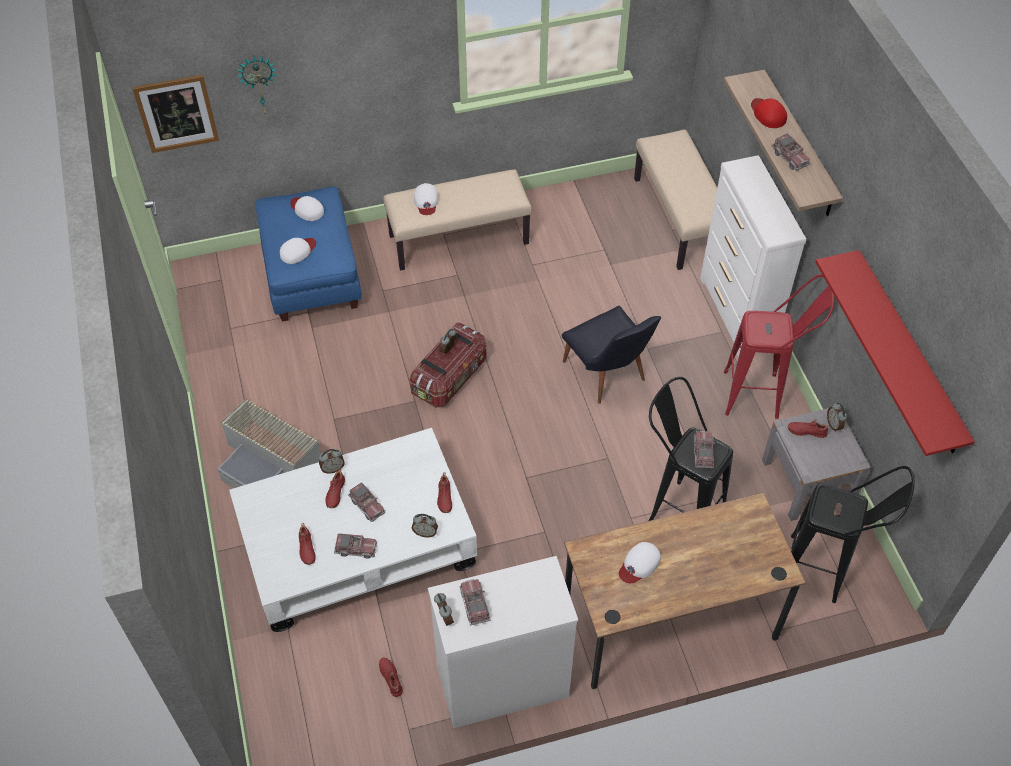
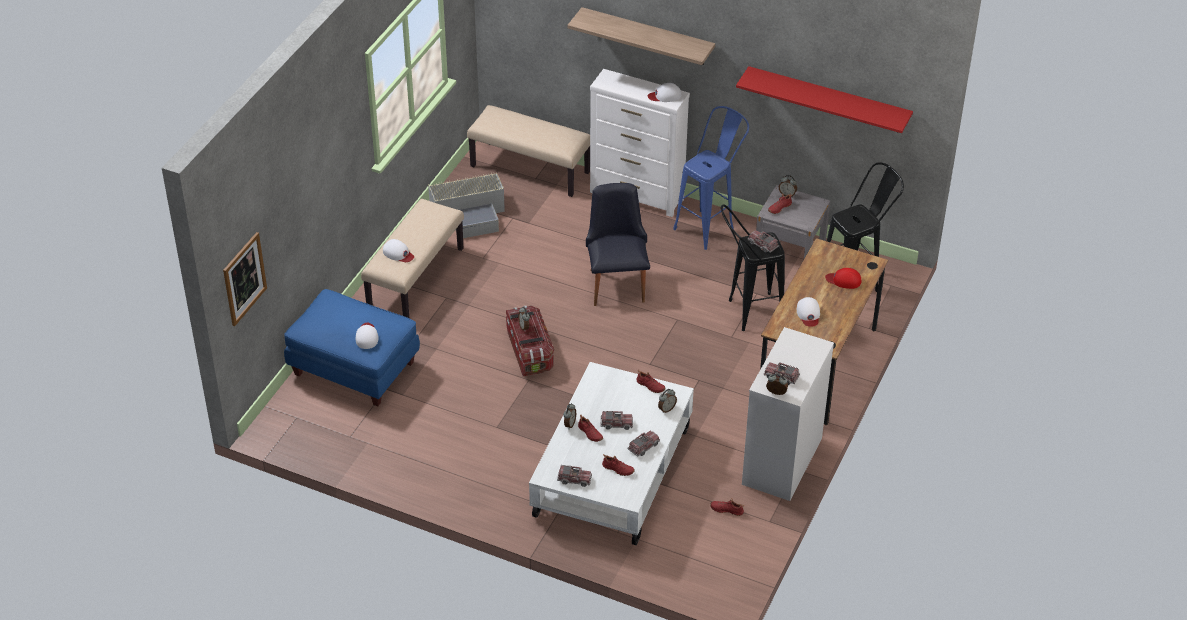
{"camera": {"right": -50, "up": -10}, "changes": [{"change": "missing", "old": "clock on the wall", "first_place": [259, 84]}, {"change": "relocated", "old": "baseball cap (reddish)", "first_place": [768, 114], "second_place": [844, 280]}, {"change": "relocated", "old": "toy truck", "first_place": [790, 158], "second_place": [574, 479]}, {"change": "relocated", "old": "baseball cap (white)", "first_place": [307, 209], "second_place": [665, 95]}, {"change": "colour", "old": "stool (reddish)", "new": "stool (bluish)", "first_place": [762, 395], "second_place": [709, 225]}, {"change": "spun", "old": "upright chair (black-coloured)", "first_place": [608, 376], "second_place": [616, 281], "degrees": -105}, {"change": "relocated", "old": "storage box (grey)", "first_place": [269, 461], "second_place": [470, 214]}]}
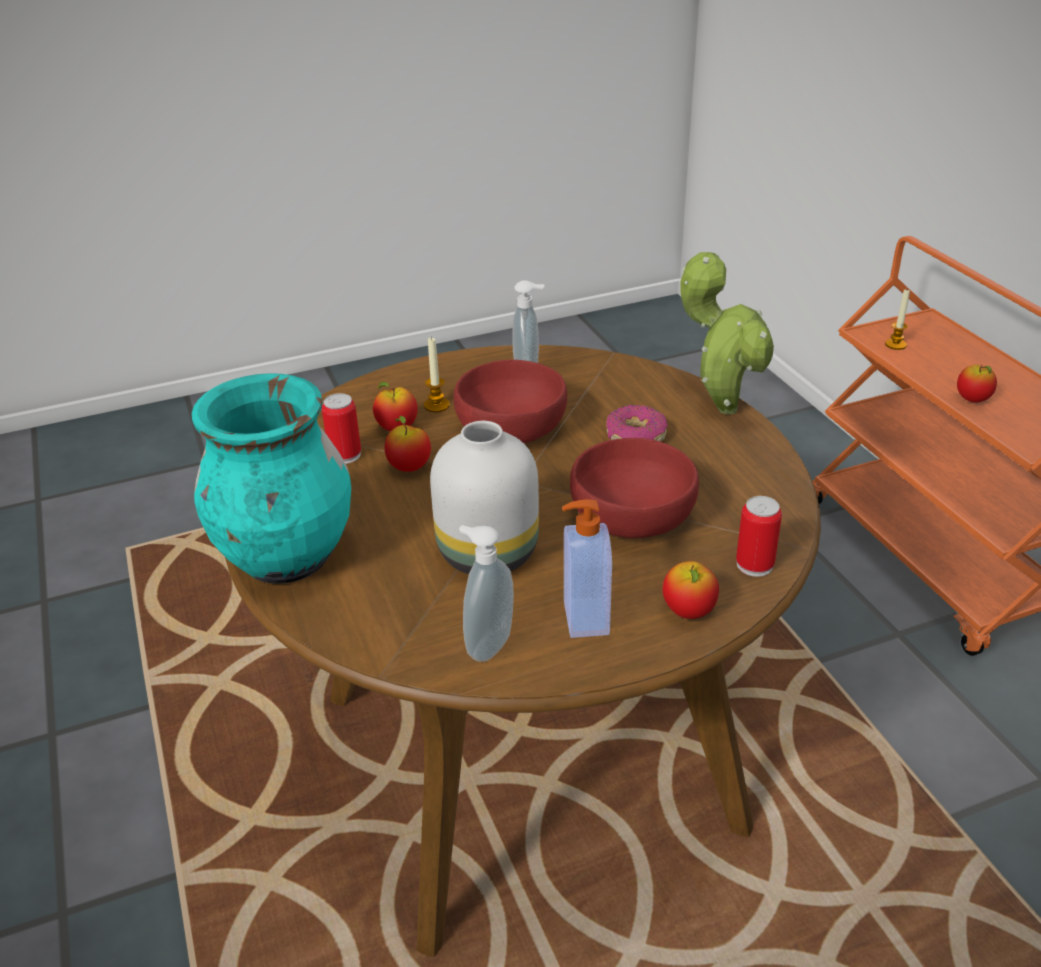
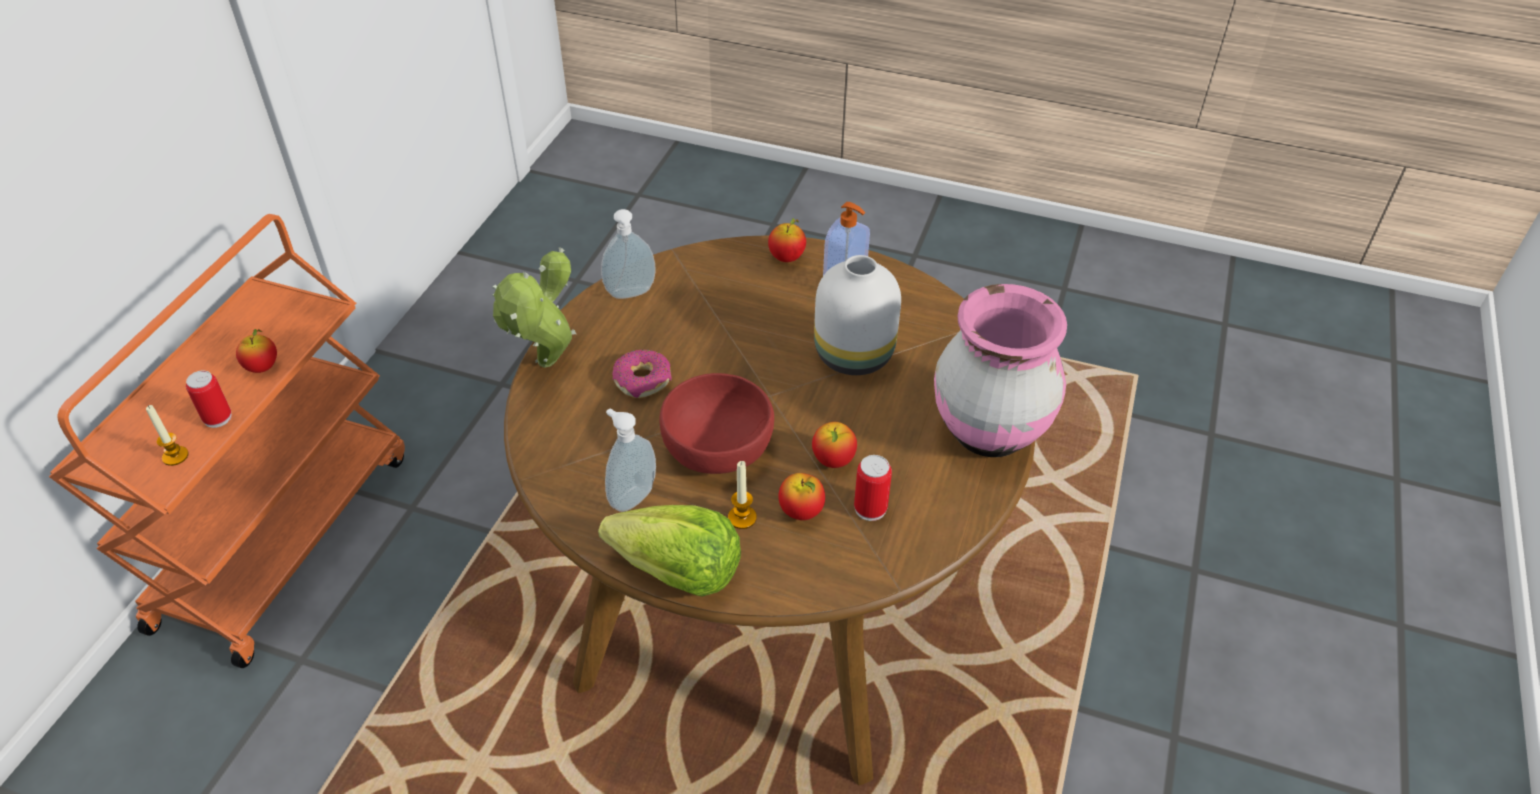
{"camera": {"right": -140, "up": 10}, "changes": [{"change": "colour", "old": "flower vase (turquoise)", "new": "flower vase (pink)", "first_place": [287, 558], "second_place": [988, 432]}, {"change": "missing", "old": "deep dish (reddish)", "first_place": [634, 518]}, {"change": "relocated", "old": "metal can", "first_place": [754, 565], "second_place": [217, 418]}, {"change": "relocated", "old": "liquid soap bottle", "first_place": [487, 644], "second_place": [631, 294]}, {"change": "appeared", "new": "head of lettuce", "second_place": [677, 573]}]}
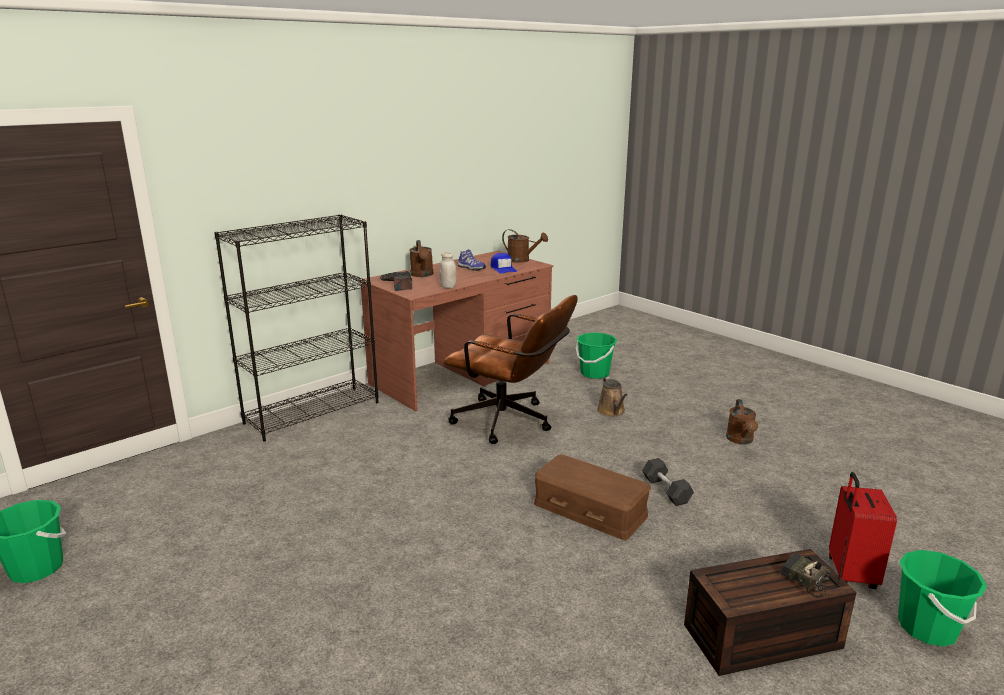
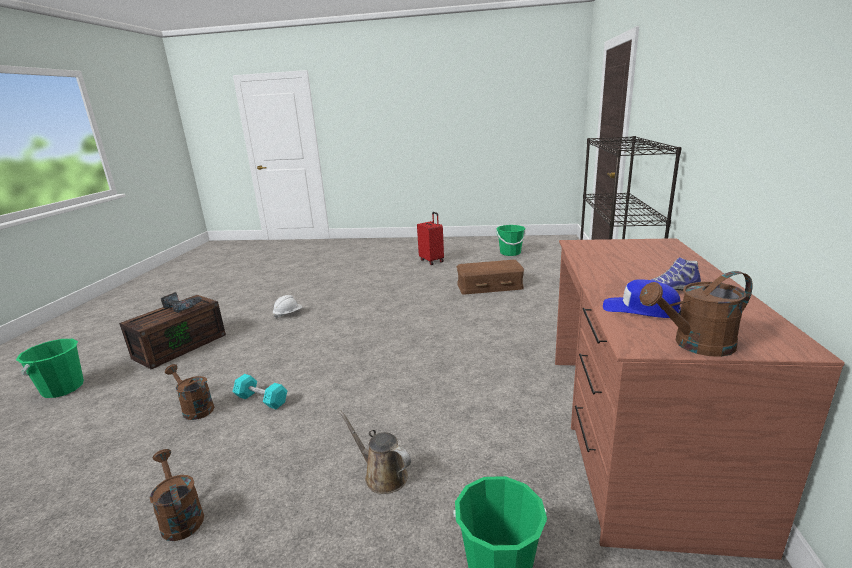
{"camera": {"right": 140, "up": 0}, "changes": [{"change": "relocated", "old": "watering can (brownish)", "first_place": [422, 275], "second_place": [195, 408]}, {"change": "missing", "old": "jar (white)", "first_place": [448, 287]}, {"change": "relocated", "old": "electric drill", "first_place": [398, 285], "second_place": [182, 306]}, {"change": "missing", "old": "desk chair (brownish)", "first_place": [510, 423]}, {"change": "relocated", "old": "storage box (brownish)", "first_place": [590, 509], "second_place": [489, 286]}, {"change": "colour", "old": "hand weight (grey)", "new": "hand weight (turquoise)", "first_place": [666, 490], "second_place": [261, 400]}, {"change": "relocated", "old": "piece of luggage (reddish)", "first_place": [850, 574], "second_place": [432, 261]}, {"change": "missing", "old": "radio set", "first_place": [804, 580]}, {"change": "appeared", "new": "safety helmet (white)", "second_place": [288, 314]}]}
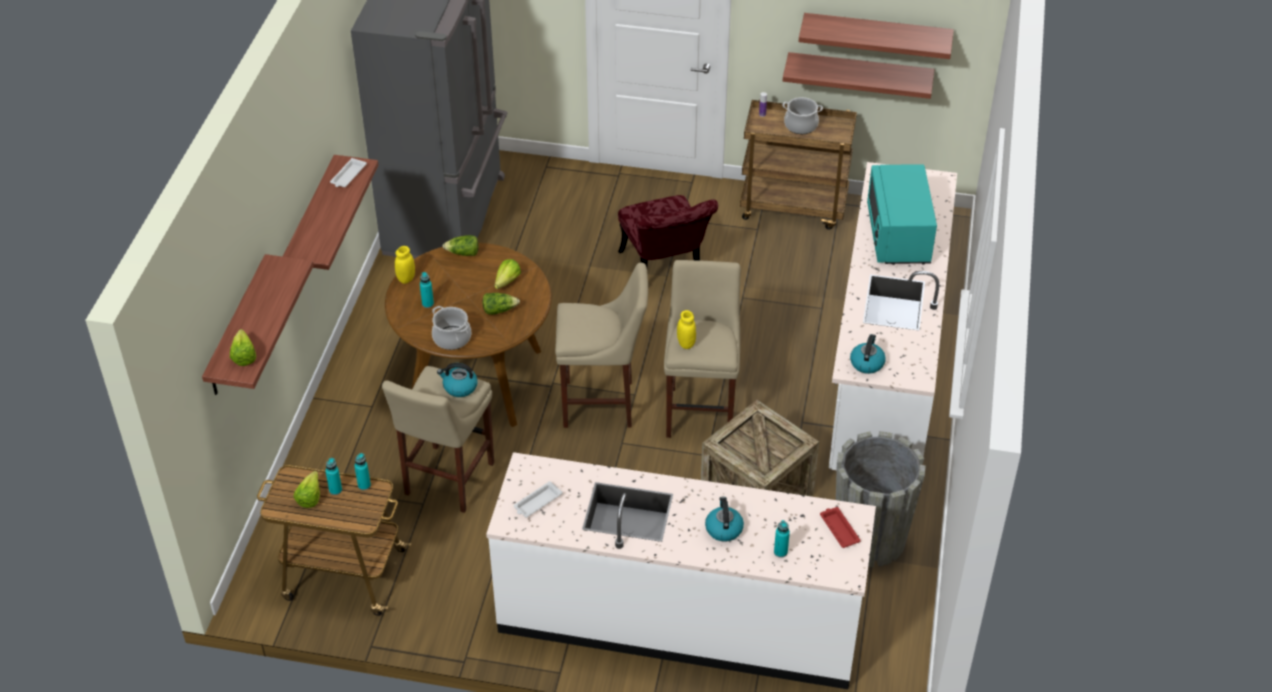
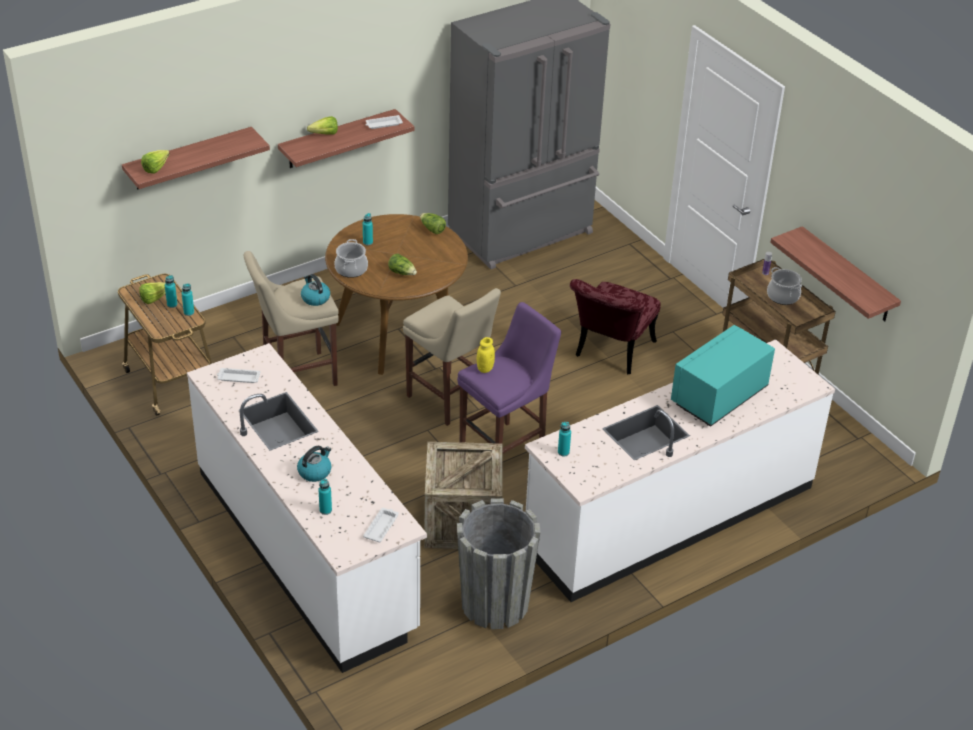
{"camera": {"right": 45, "up": -5}, "changes": [{"change": "missing", "old": "bracket shelf", "first_place": [876, 35]}, {"change": "missing", "old": "jar (yellow)", "first_place": [406, 279]}, {"change": "relocated", "old": "head of lettuce", "first_place": [505, 284], "second_place": [322, 134]}, {"change": "colour", "old": "stool (sand-coloured)", "new": "stool (purplish)", "first_place": [701, 410], "second_place": [505, 448]}, {"change": "exchanged", "old": "tea kettle", "new": "drink bottle (turquoise)", "first_place": [867, 363], "second_place": [563, 452]}, {"change": "colour", "old": "serving tray (reddish)", "new": "serving tray (white)", "first_place": [839, 529], "second_place": [381, 527]}]}
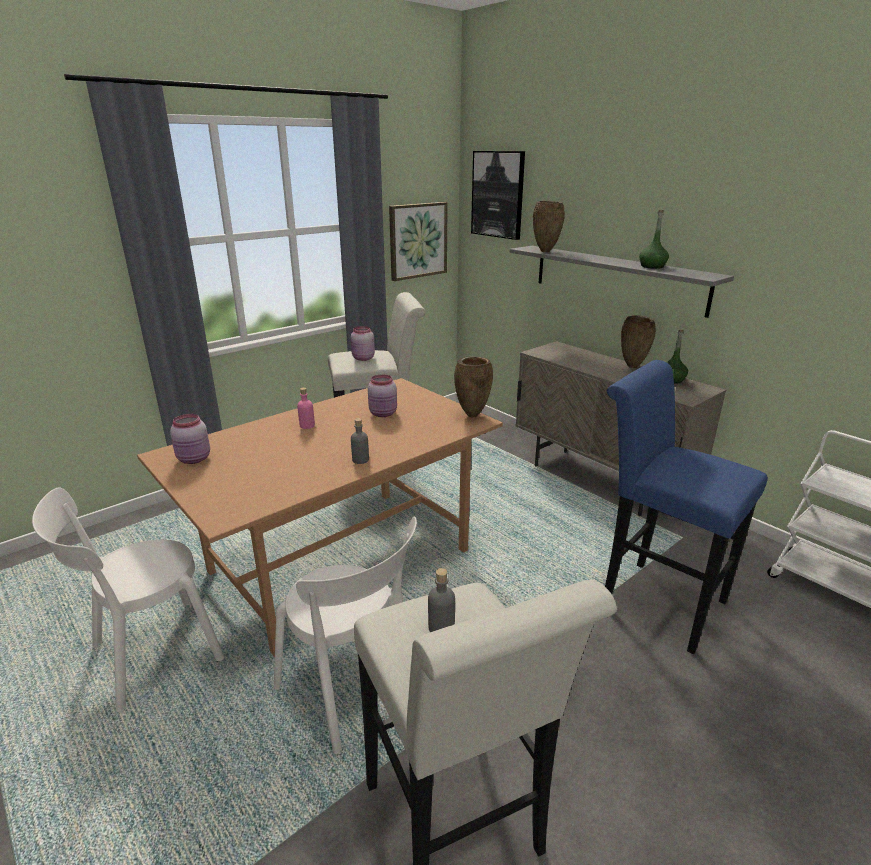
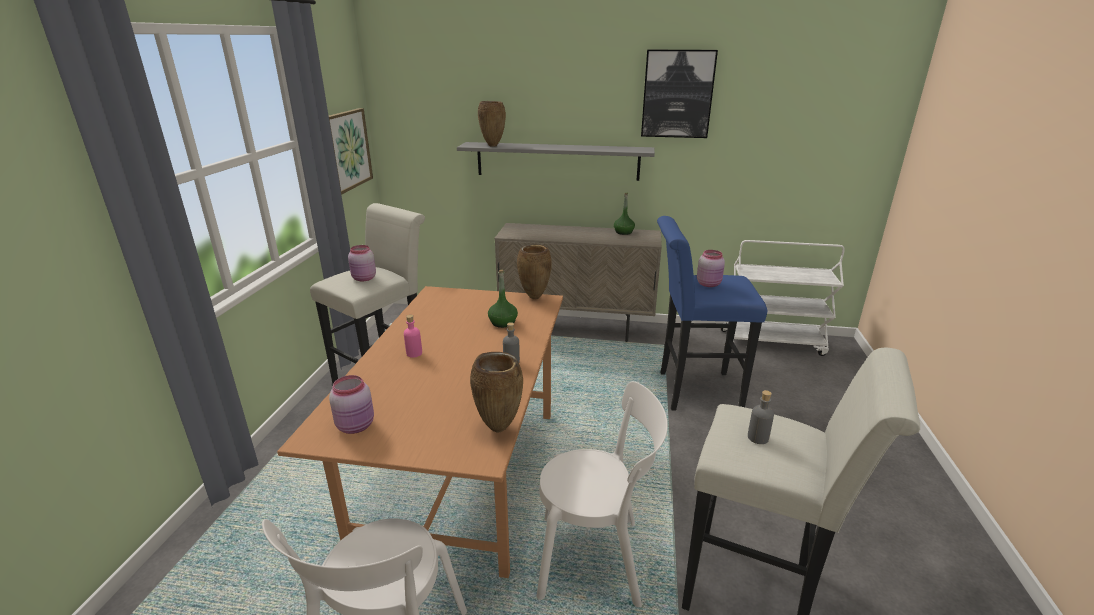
{"camera": {"right": -40, "up": 0}, "changes": [{"change": "relocated", "old": "wall art", "first_place": [498, 194], "second_place": [677, 94]}, {"change": "relocated", "old": "drink bottle (greenish)", "first_place": [652, 266], "second_place": [503, 322]}, {"change": "relocated", "old": "flower vase (brownish)", "first_place": [633, 367], "second_place": [499, 428]}, {"change": "relocated", "old": "jar (pink)", "first_place": [383, 414], "second_place": [709, 284]}]}
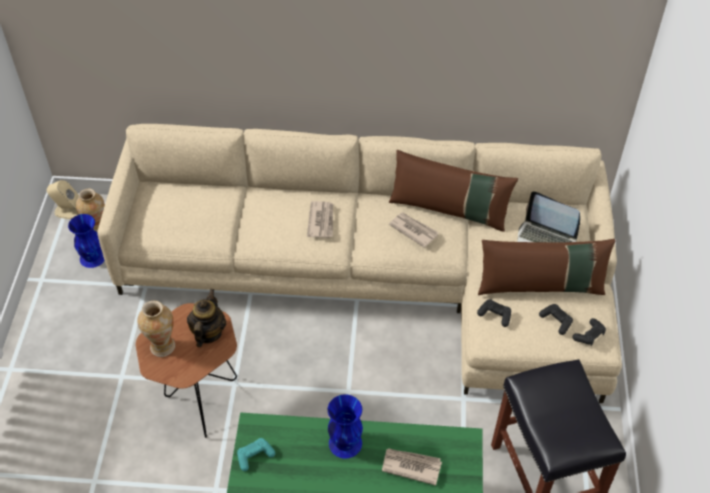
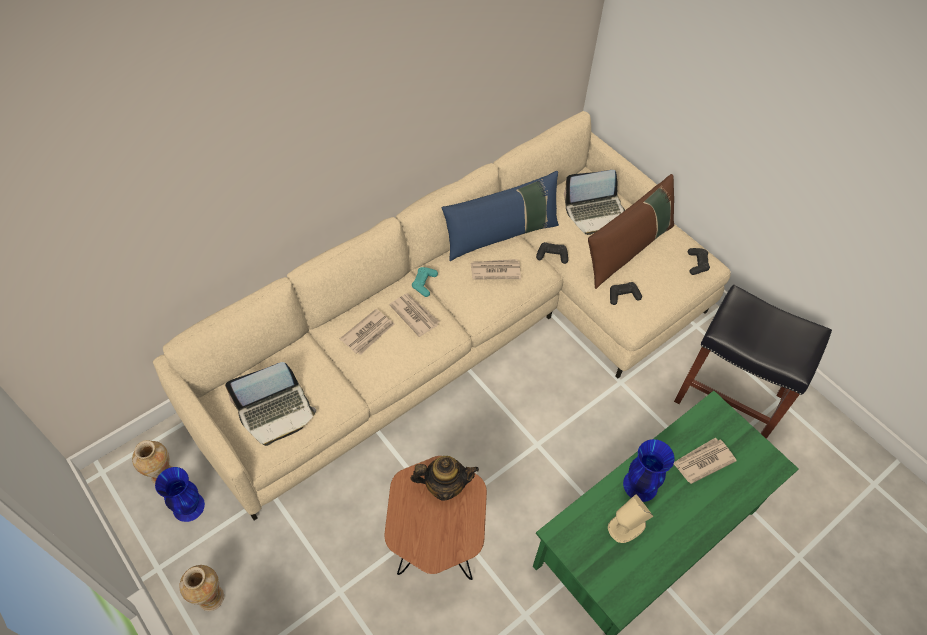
{"camera": {"right": -45, "up": 5}, "changes": [{"change": "colour", "old": "pillow (brownish)", "new": "pillow (bluish)", "first_place": [449, 210], "second_place": [501, 235]}, {"change": "relocated", "old": "speaker (sand-coloured)", "first_place": [68, 211], "second_place": [626, 526]}, {"change": "spun", "old": "pot for tea", "first_place": [208, 333], "second_place": [444, 486], "degrees": 120}, {"change": "relocated", "old": "flower vase", "first_place": [162, 346], "second_place": [210, 597]}, {"change": "relocated", "old": "joypad (black-coloured)", "first_place": [556, 321], "second_place": [552, 256]}, {"change": "relocated", "old": "joypad (turquoise)", "first_place": [255, 456], "second_place": [424, 284]}, {"change": "appeared", "new": "daily paper", "second_place": [368, 333]}, {"change": "appeared", "new": "notebook computer", "second_place": [276, 412]}]}
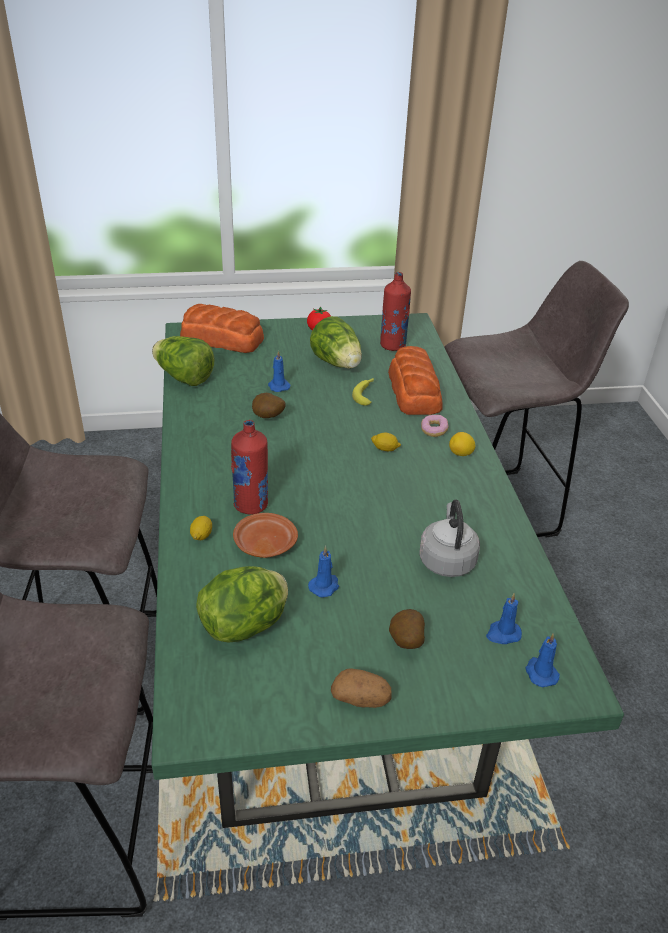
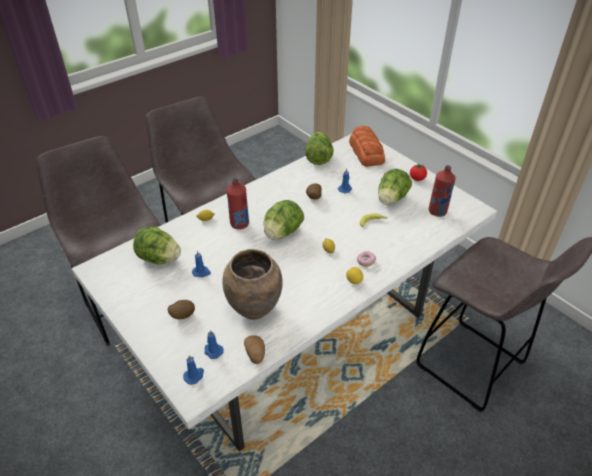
{"camera": {"right": 60, "up": 5}, "changes": [{"change": "colour", "old": "dinner table (greenish)", "new": "dinner table (white)", "first_place": [326, 632], "second_place": [296, 331]}, {"change": "missing", "old": "baked bread", "first_place": [414, 391]}, {"change": "exchanged", "old": "tea kettle (grey)", "new": "flower vase (brownish)", "first_place": [446, 559], "second_place": [254, 308]}, {"change": "missing", "old": "flat dish (brownish)", "first_place": [264, 543]}, {"change": "relocated", "old": "potato", "first_place": [361, 699], "second_place": [255, 355]}, {"change": "appeared", "new": "head of lettuce", "second_place": [282, 233]}]}
